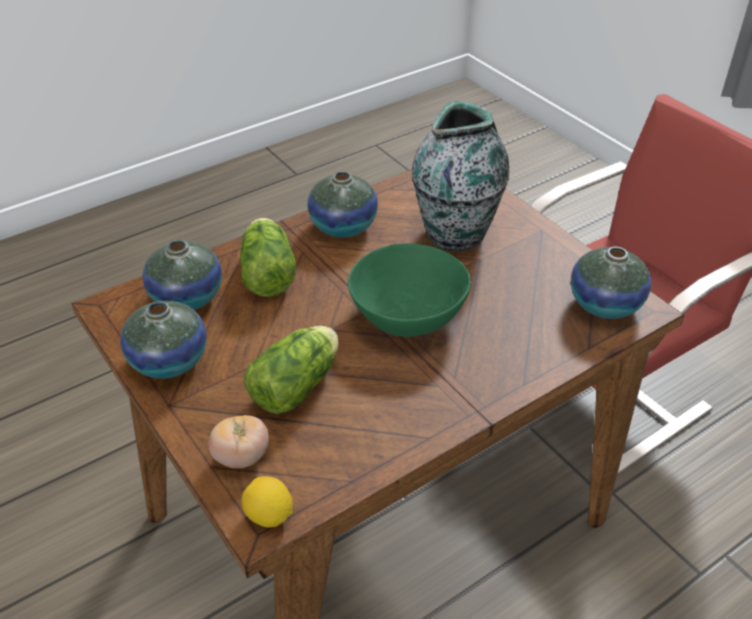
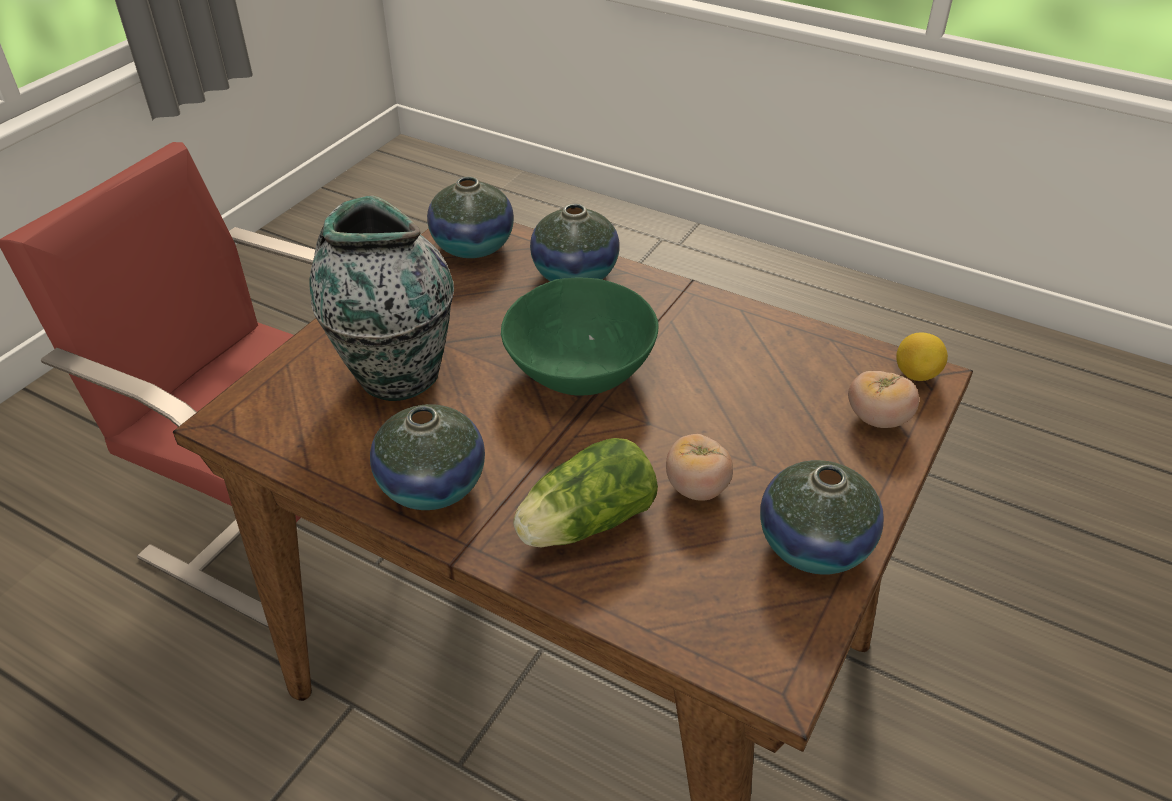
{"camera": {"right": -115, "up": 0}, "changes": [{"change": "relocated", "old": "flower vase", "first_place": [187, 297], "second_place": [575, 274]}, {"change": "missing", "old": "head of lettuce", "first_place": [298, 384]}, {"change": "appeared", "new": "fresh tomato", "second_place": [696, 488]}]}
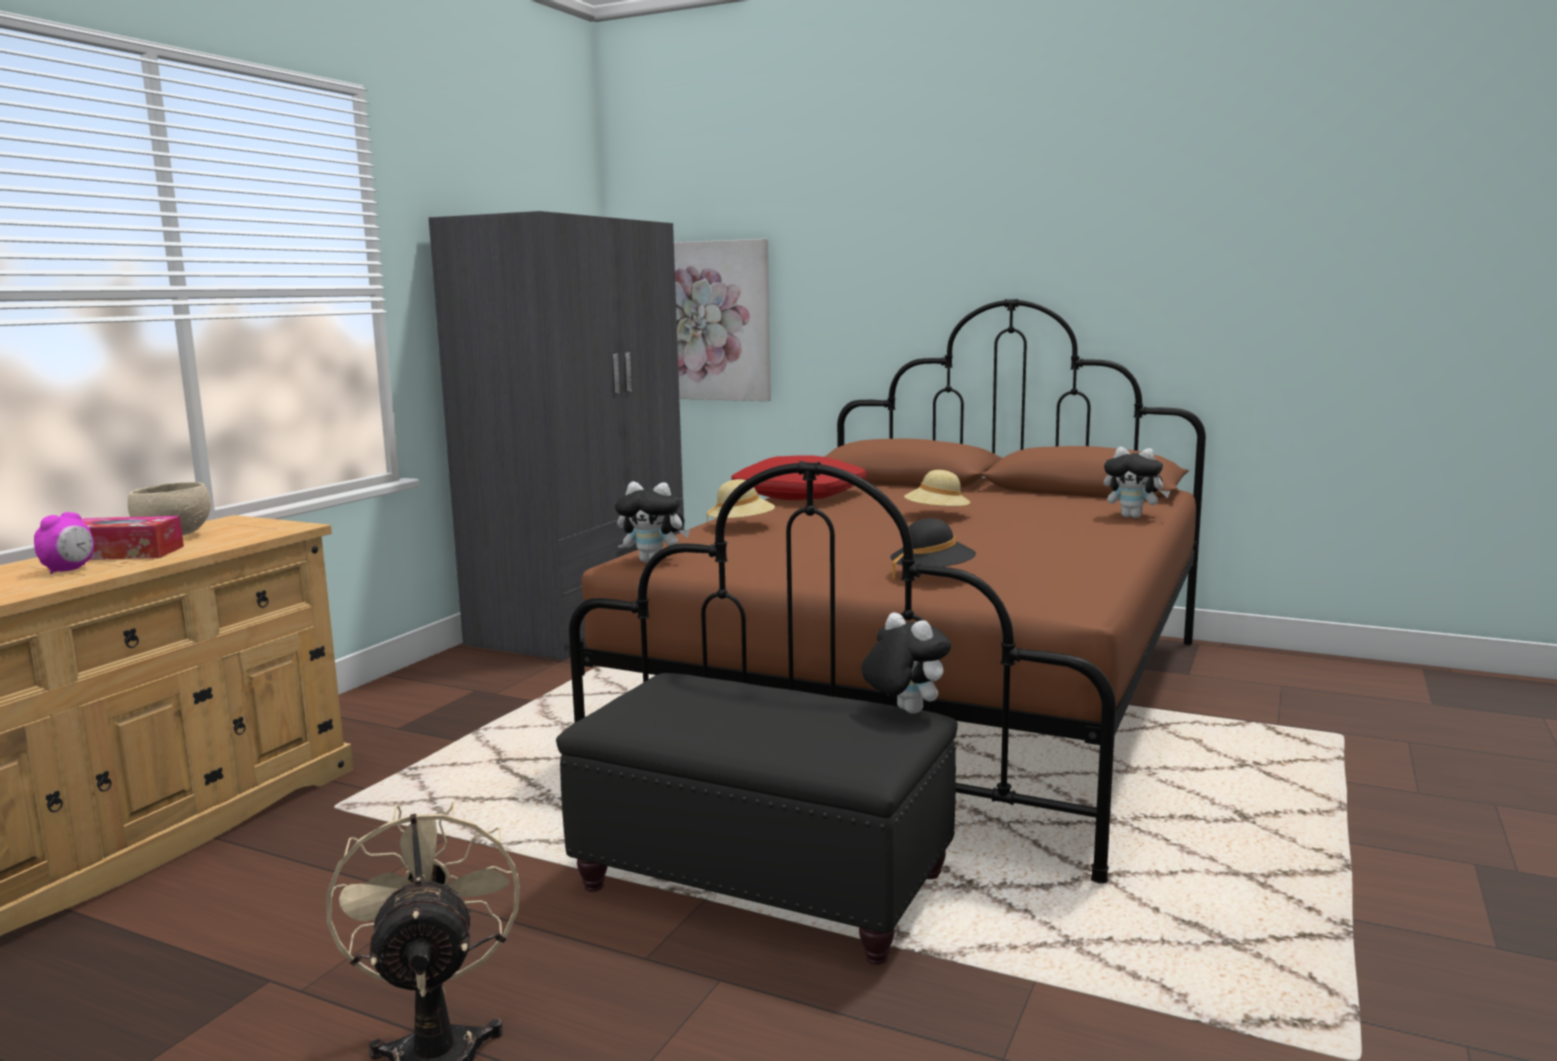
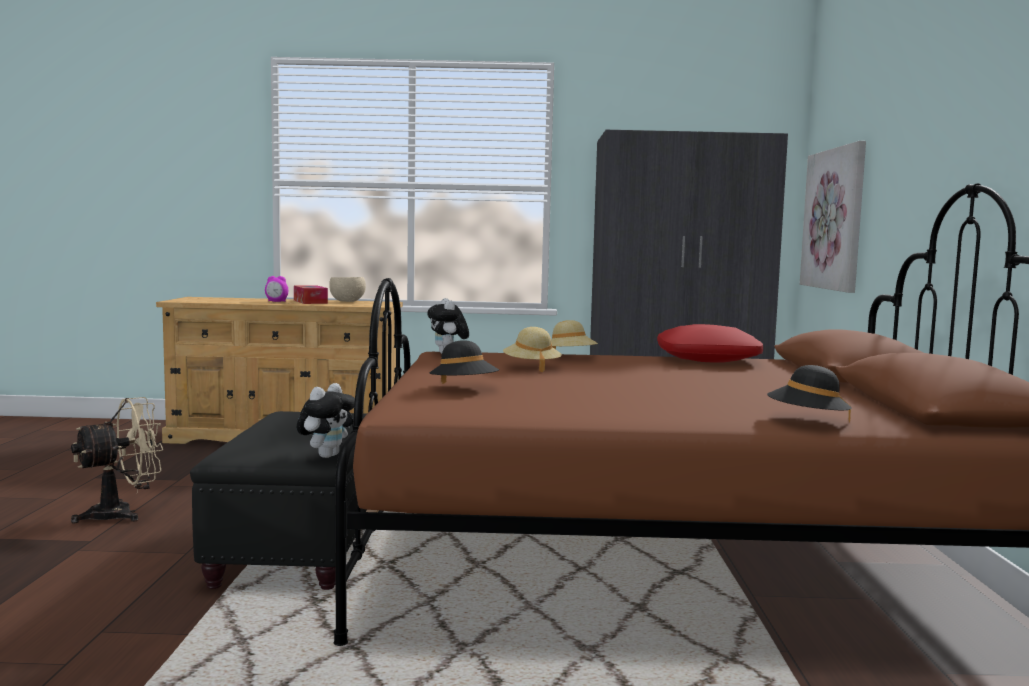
{"camera": {"right": 65, "up": -5}, "changes": [{"change": "exchanged", "old": "soft toy", "new": "hat (black-coloured)", "first_place": [1133, 516], "second_place": [807, 421]}, {"change": "relocated", "old": "hat (sand-coloured)", "first_place": [936, 516], "second_place": [531, 367]}]}
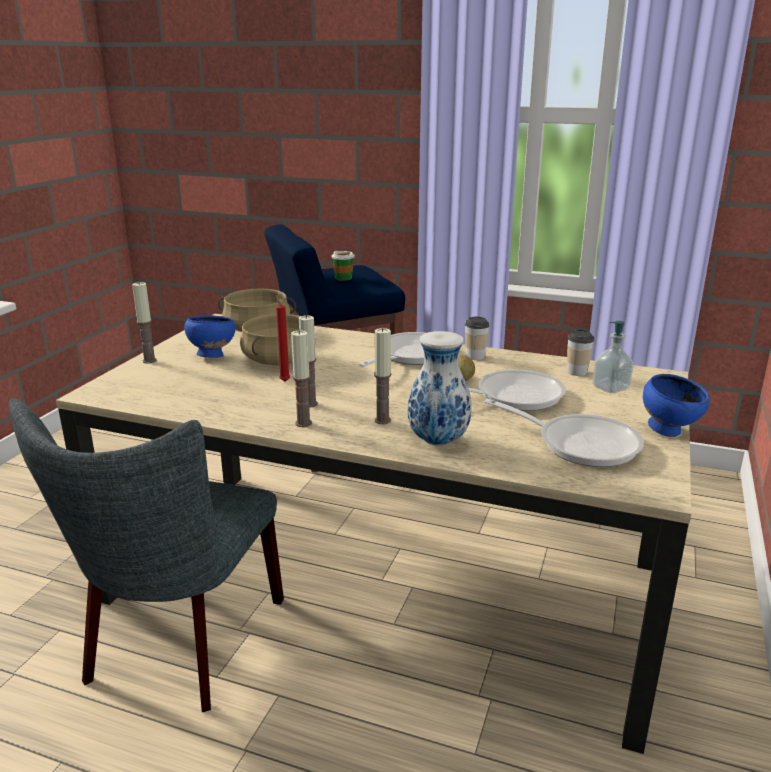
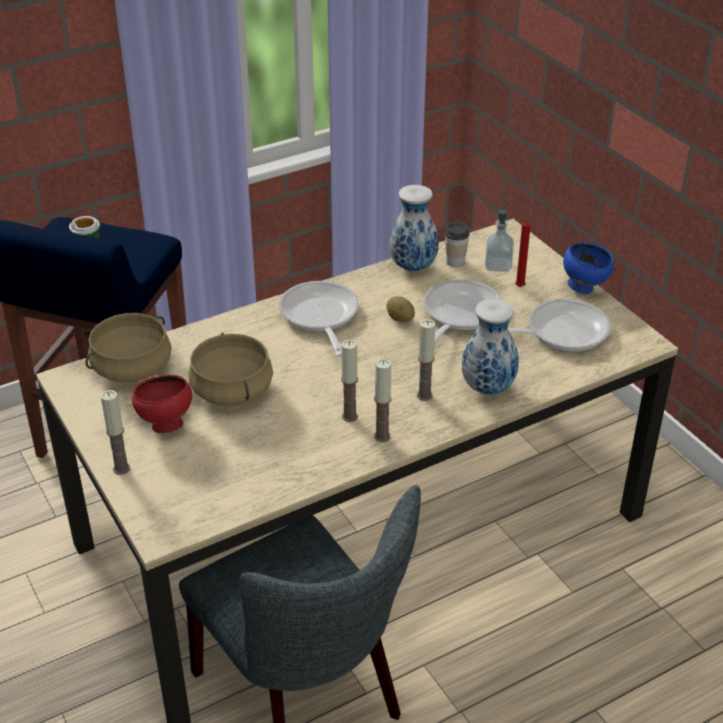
{"camera": {"right": -50, "up": 15}, "changes": [{"change": "relocated", "old": "wax candle (reddish)", "first_place": [284, 381], "second_place": [518, 286]}, {"change": "colour", "old": "deep dish (bluish)", "new": "deep dish (reddish)", "first_place": [211, 356], "second_place": [165, 425]}, {"change": "missing", "old": "cup", "first_place": [475, 356]}, {"change": "appeared", "new": "flower vase", "second_place": [413, 266]}]}
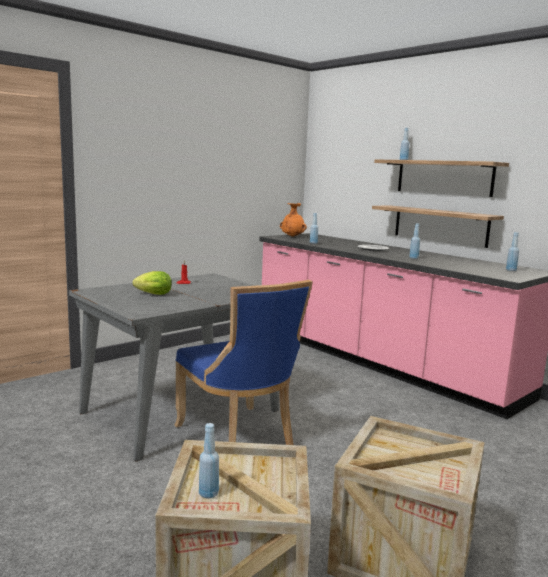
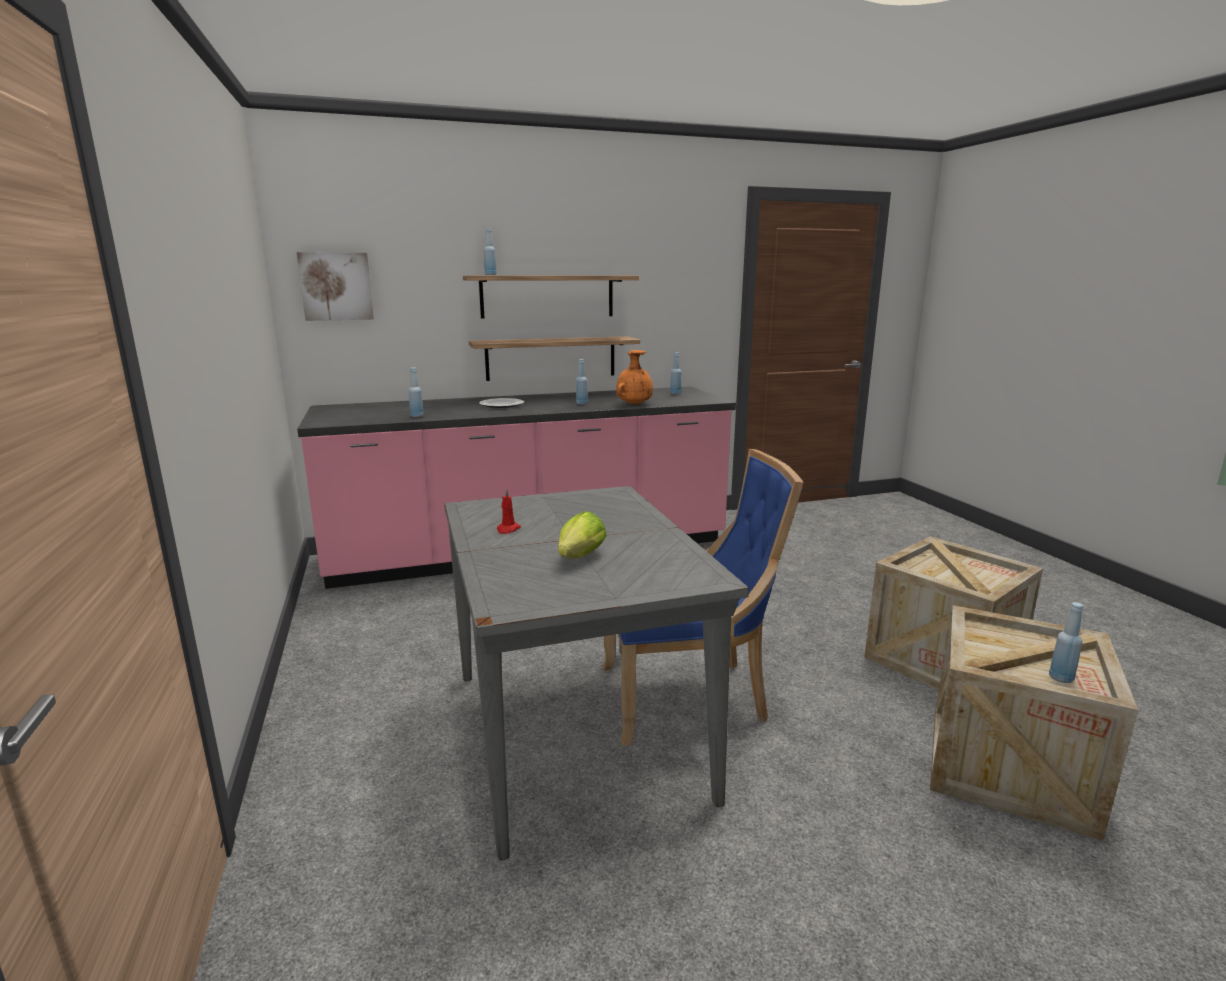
{"camera": {"right": -65, "up": 5}, "changes": [{"change": "relocated", "old": "flower vase (orange)", "first_place": [292, 236], "second_place": [633, 404]}, {"change": "appeared", "new": "wall art", "second_place": [336, 286]}]}
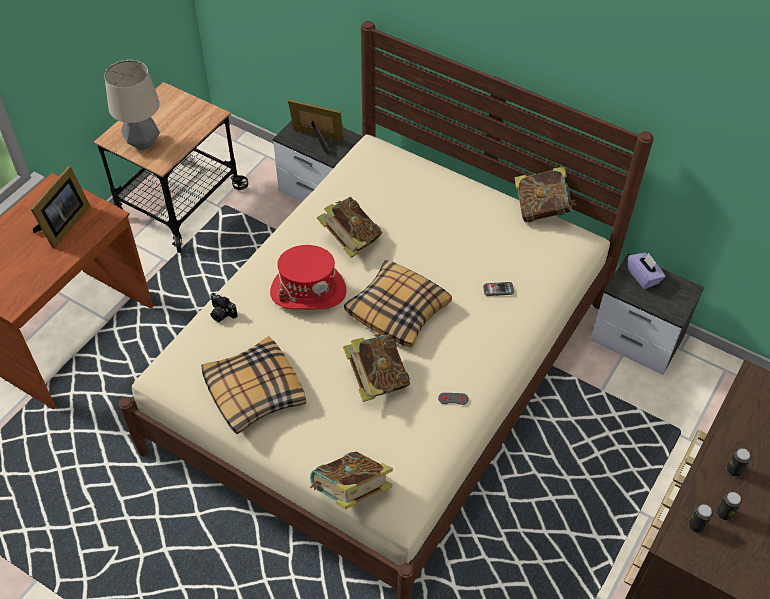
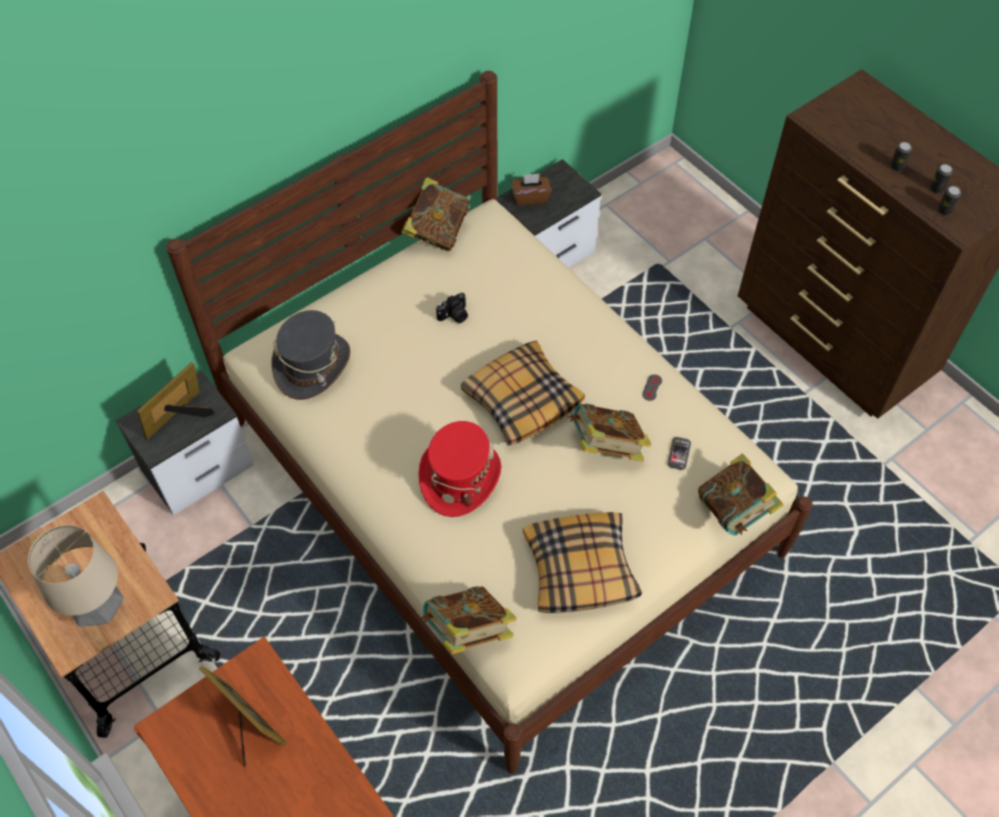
{"camera": {"right": -70, "up": 5}, "changes": [{"change": "relocated", "old": "volume", "first_place": [350, 241], "second_place": [468, 631]}, {"change": "colour", "old": "tissue box (purplish)", "new": "tissue box (brownish)", "first_place": [643, 276], "second_place": [530, 197]}, {"change": "relocated", "old": "telephone", "first_place": [498, 289], "second_place": [679, 454]}, {"change": "relocated", "old": "still camera", "first_place": [221, 314], "second_place": [454, 316]}, {"change": "appeared", "new": "hat (grey)", "second_place": [312, 365]}]}
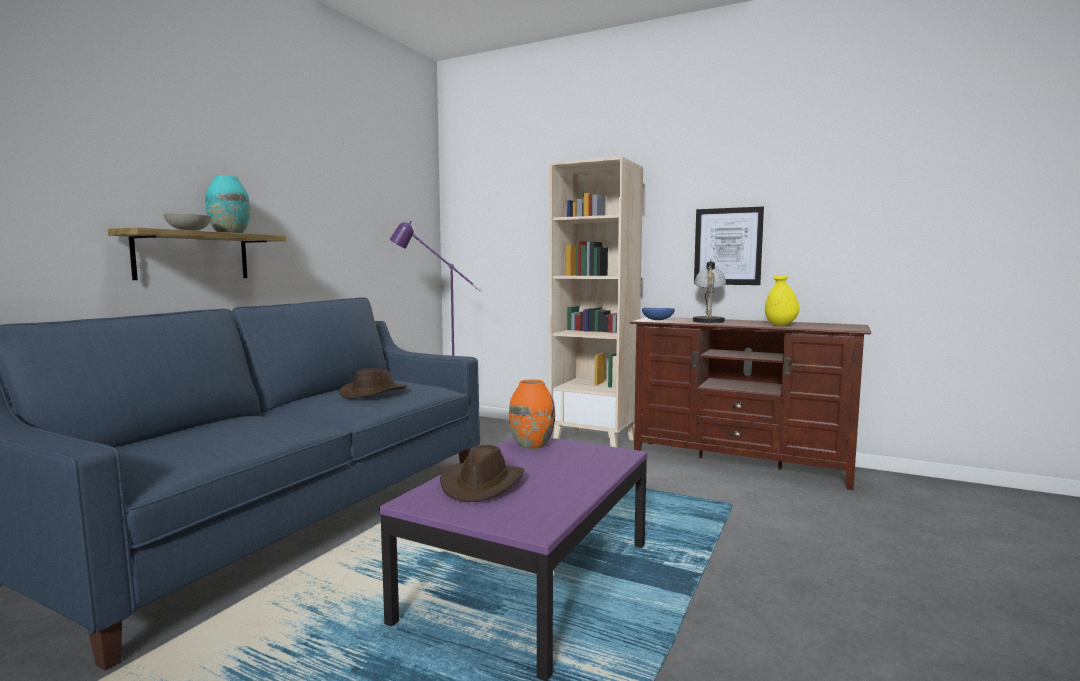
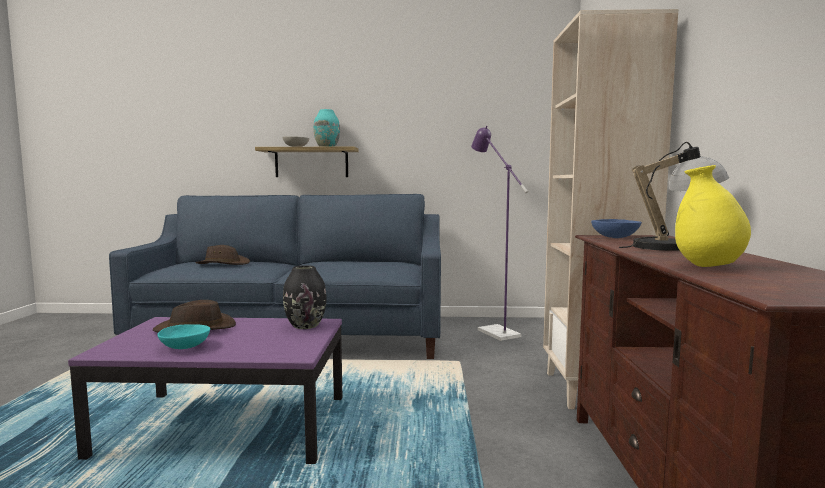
{"camera": {"right": 65, "up": 0}, "changes": [{"change": "missing", "old": "wall art", "first_place": [728, 246]}, {"change": "relocated", "old": "hat (brownish)", "first_place": [374, 393], "second_place": [223, 264]}, {"change": "colour", "old": "flower vase (orange)", "new": "flower vase (black-coloured)", "first_place": [531, 445], "second_place": [305, 325]}, {"change": "appeared", "new": "deep dish (turquoise)", "second_place": [184, 347]}]}
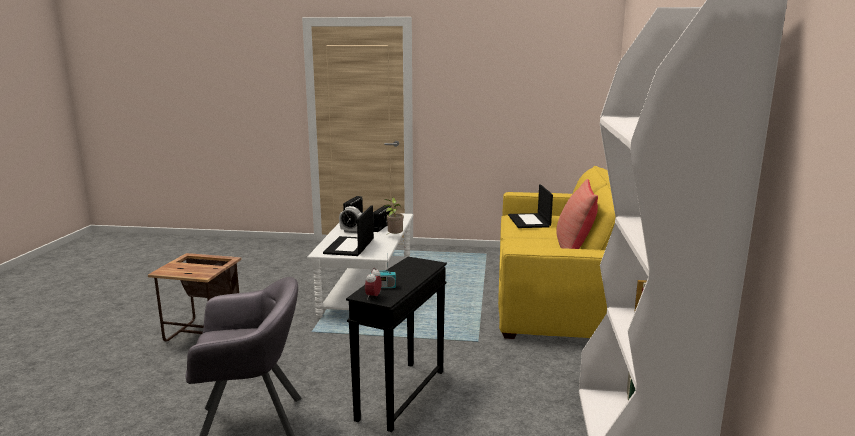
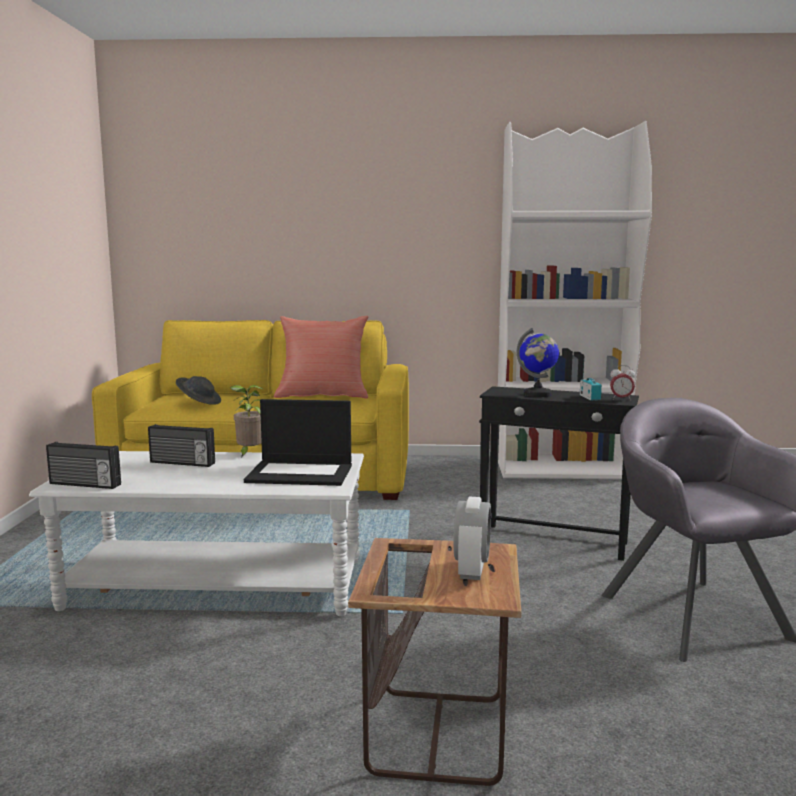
{"camera": {"right": -95, "up": -5}, "changes": [{"change": "exchanged", "old": "notebook computer", "new": "hat (grey)", "first_place": [529, 221], "second_place": [199, 402]}, {"change": "relocated", "old": "alarm clock", "first_place": [351, 231], "second_place": [471, 571]}, {"change": "appeared", "new": "globe", "second_place": [537, 394]}]}
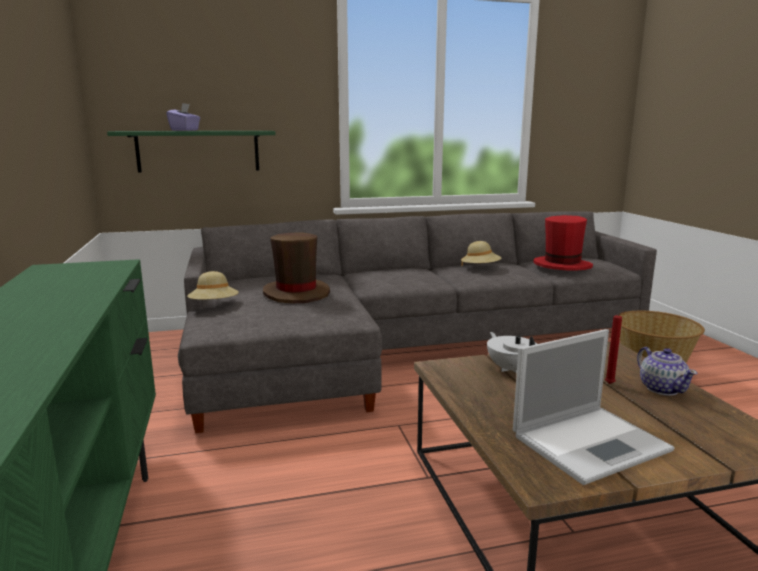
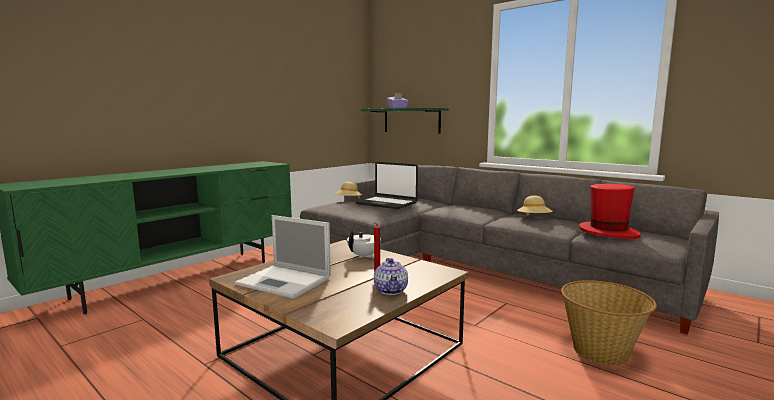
{"camera": {"right": 55, "up": -5}, "changes": [{"change": "exchanged", "old": "hat (brownish)", "new": "notebook computer", "first_place": [297, 293], "second_place": [387, 203]}, {"change": "spun", "old": "pot for tea", "first_place": [662, 388], "second_place": [391, 290], "degrees": -45}]}
